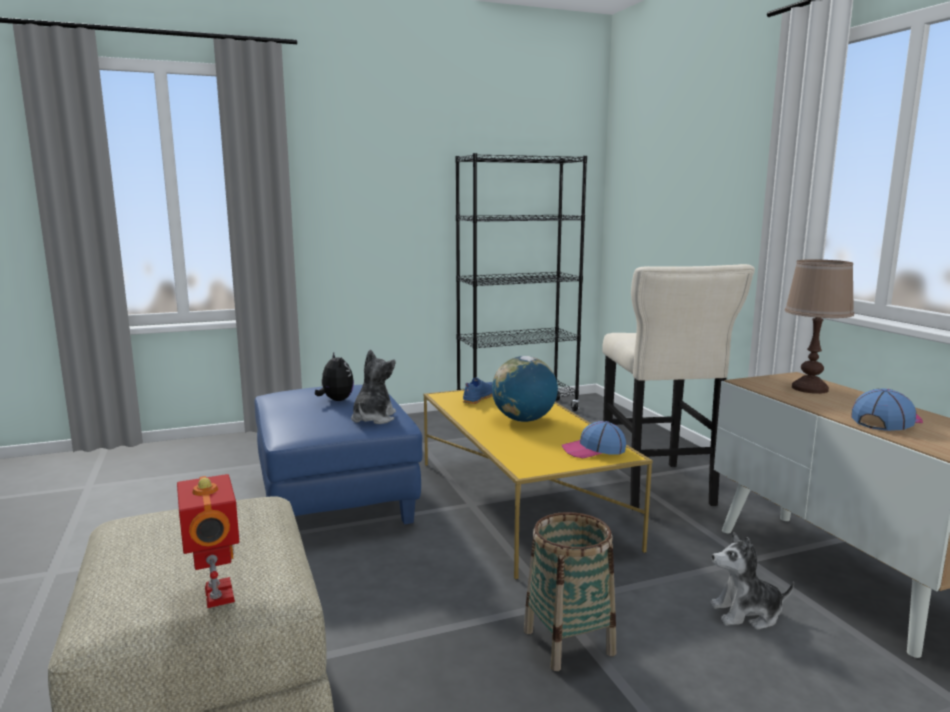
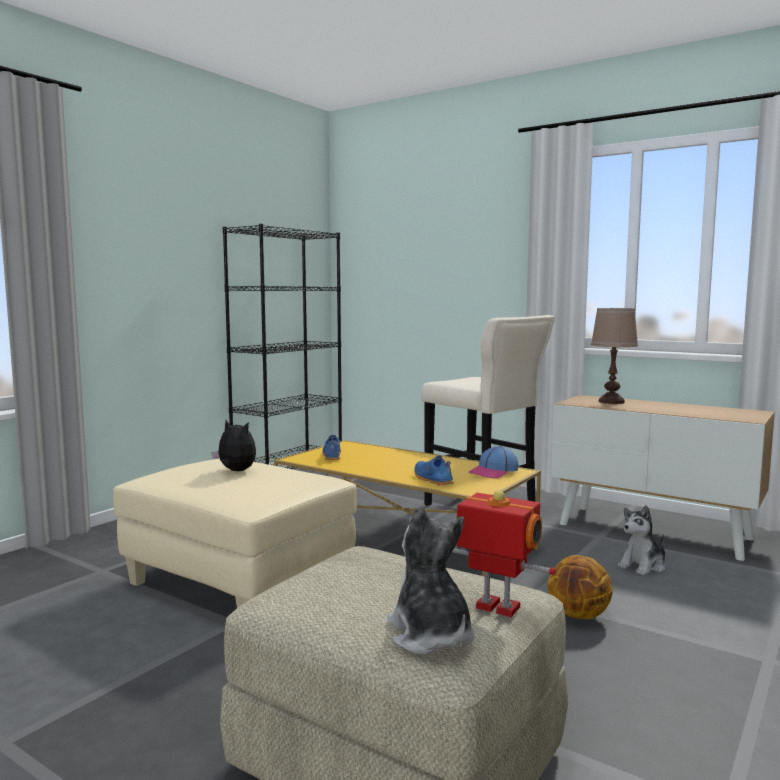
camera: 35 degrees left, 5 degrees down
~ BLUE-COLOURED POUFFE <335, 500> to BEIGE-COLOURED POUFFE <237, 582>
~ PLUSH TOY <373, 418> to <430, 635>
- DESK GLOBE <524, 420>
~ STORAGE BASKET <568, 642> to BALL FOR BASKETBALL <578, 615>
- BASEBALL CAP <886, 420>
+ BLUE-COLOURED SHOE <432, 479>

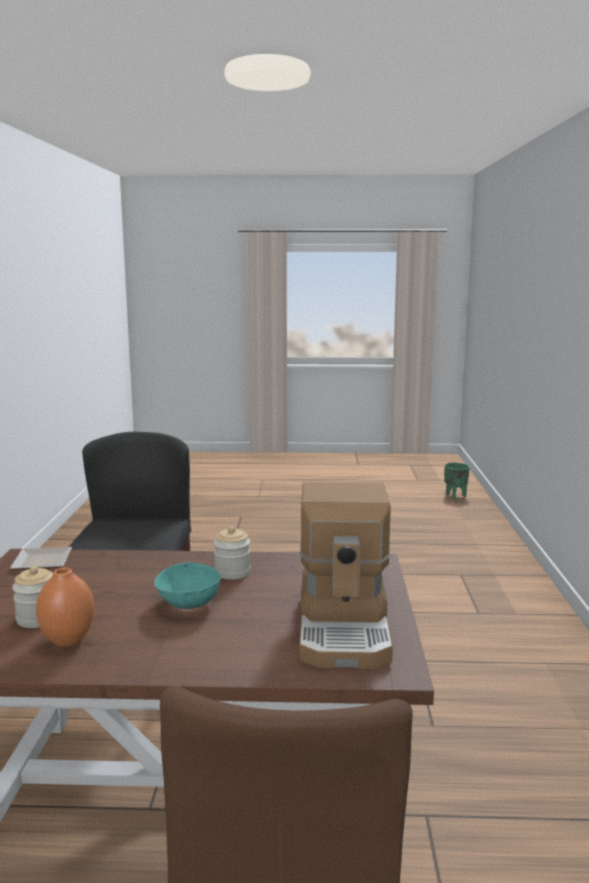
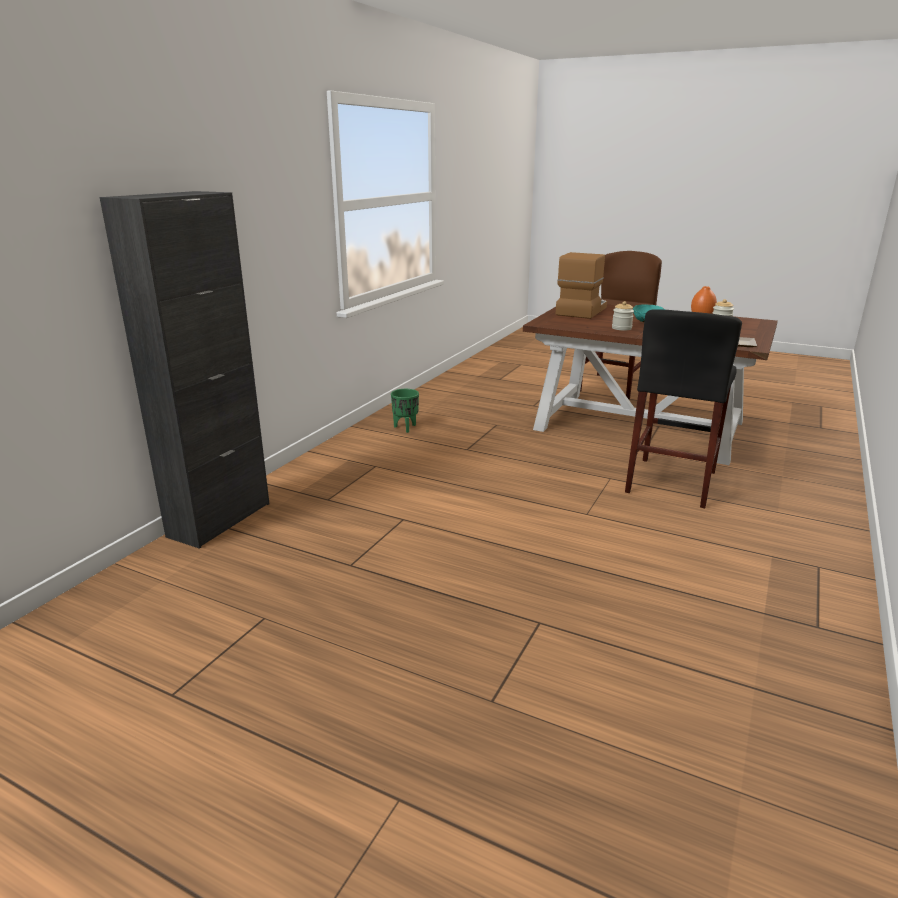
camera: 155 degrees left, 10 degrees up
~ GREEN-COLOURED FLOWER POT <455, 497> to <406, 428>
+ BLACK STORAGE CABINET <219, 520>

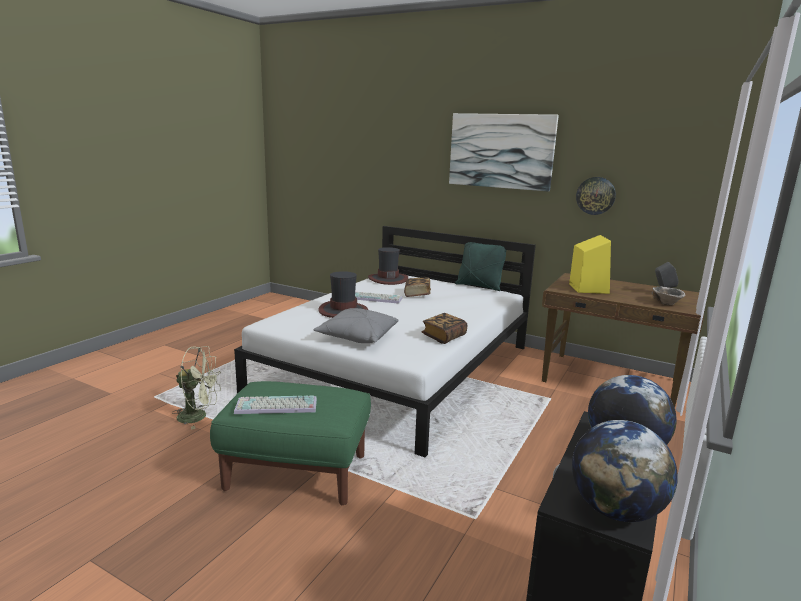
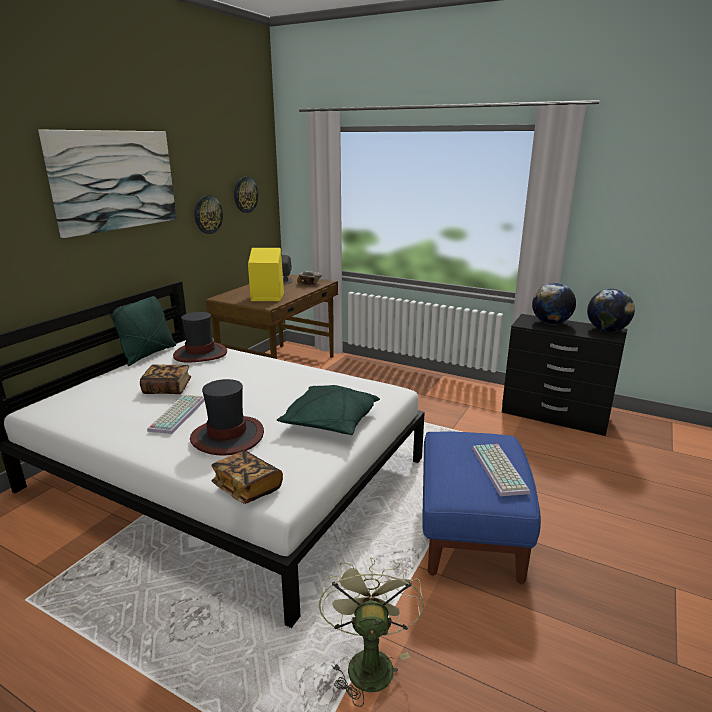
camera: 90 degrees left, 5 degrees up
~ GREEN-COLOURED POUFFE <297, 472> to BLUE-COLOURED POUFFE <470, 532>
~ GREYISH CUSHION <357, 337> to GREEN-COLOURED CUSHION <330, 423>
~ HAT <388, 279> to <200, 354>
~ VOLUME <444, 337> to <247, 488>
+ HANGING CLOCK <245, 194>

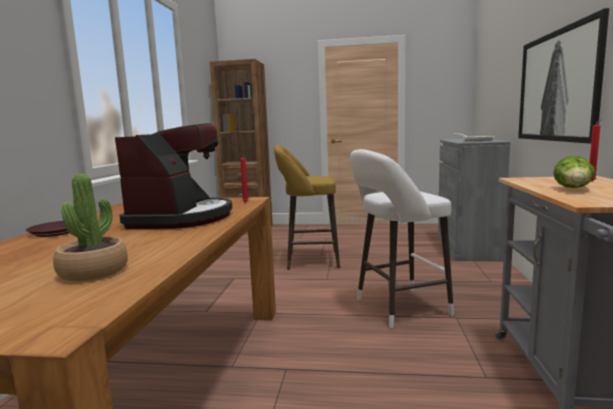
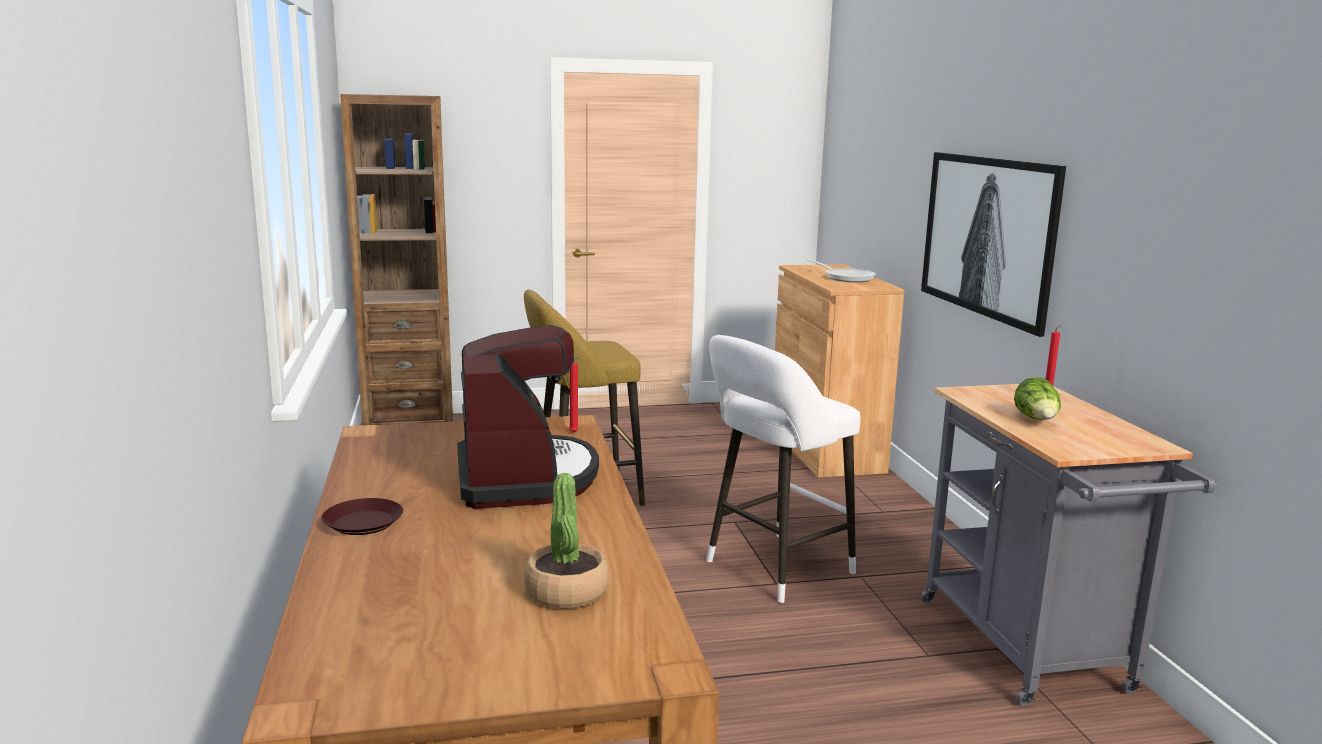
camera: 20 degrees left, 5 degrees up
~ GREYISH STORAGE CABINET <467, 247> to BROWNISH STORAGE CABINET <825, 449>

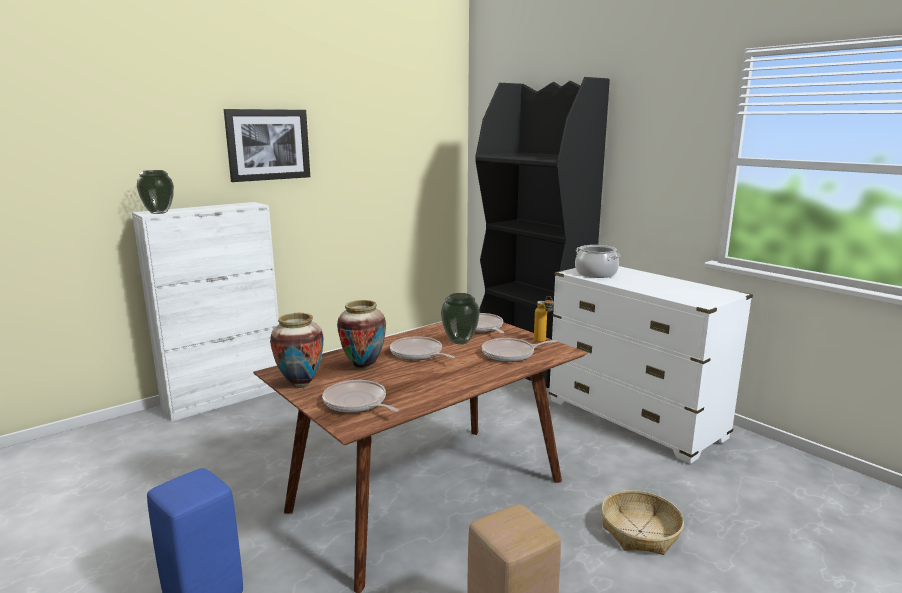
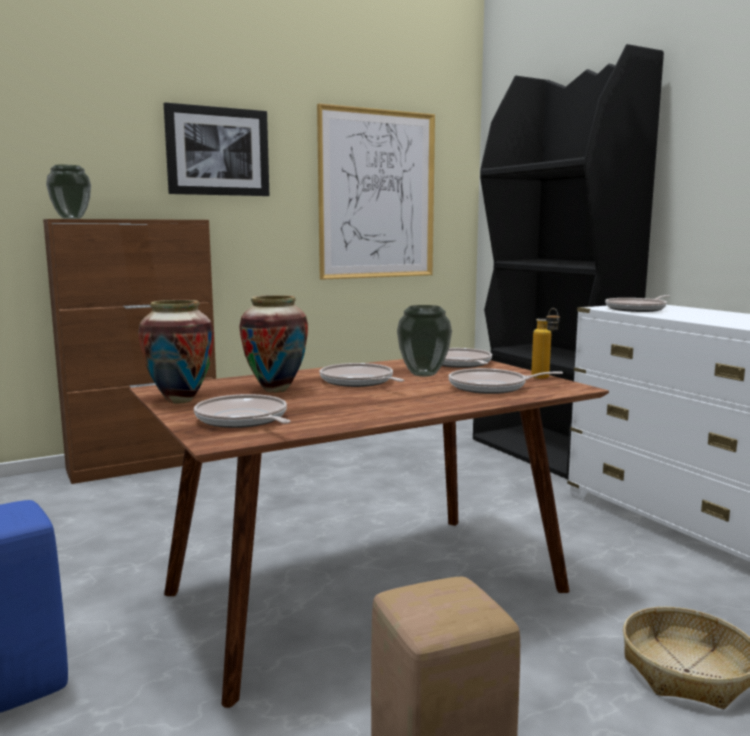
camera: 10 degrees right, 5 degrees down
~ WHITISH STORAGE CABINET <225, 398> to BROWNISH STORAGE CABINET <145, 464>
~ SAUCEPOT <596, 274> to FRYING PAN <637, 309>
+ WALL ART <377, 195>

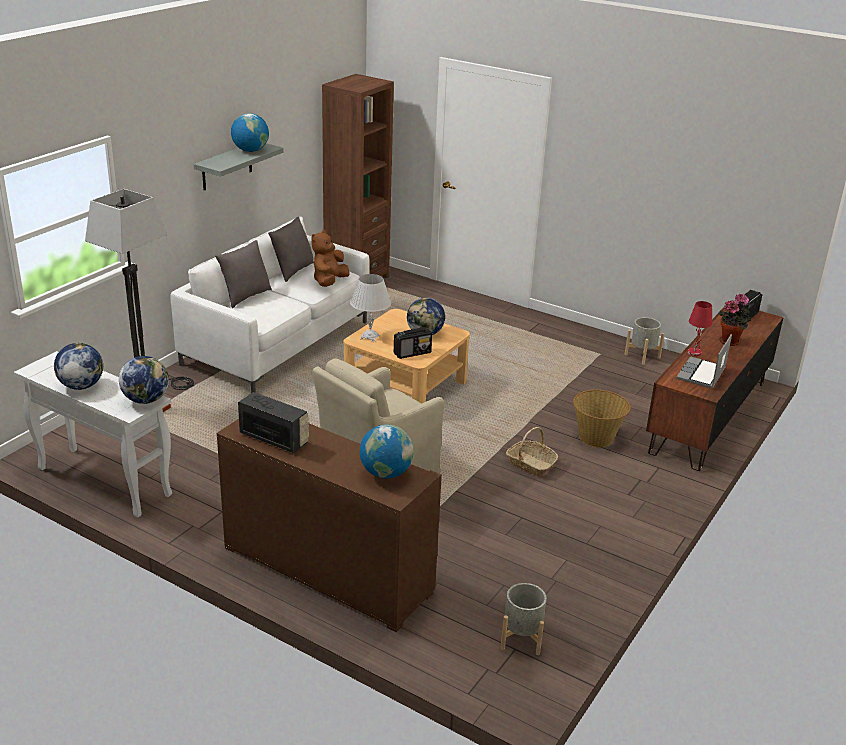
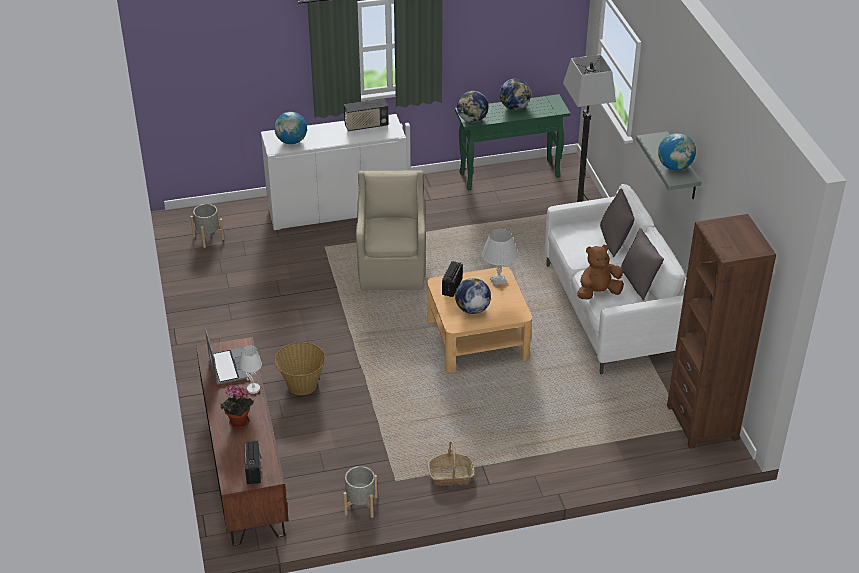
camera: 135 degrees right, 10 degrees up
~ WHITISH HALL TABLE <103, 481> to GREEN-COLOURED HALL TABLE <510, 175>
~ BROWNISH STORAGE CABINET <327, 569> to WHITISH STORAGE CABINET <337, 209>
~ BROWNISH PLUSH TOY <329, 282> = <598, 293> 90 degrees counterclockwise
~ STORAGE BASKET <530, 464> to <451, 475>
~ RED-COLOURED LAMP FOR A TABLE <695, 353> to WHITISH LAMP FOR A TABLE <253, 389>

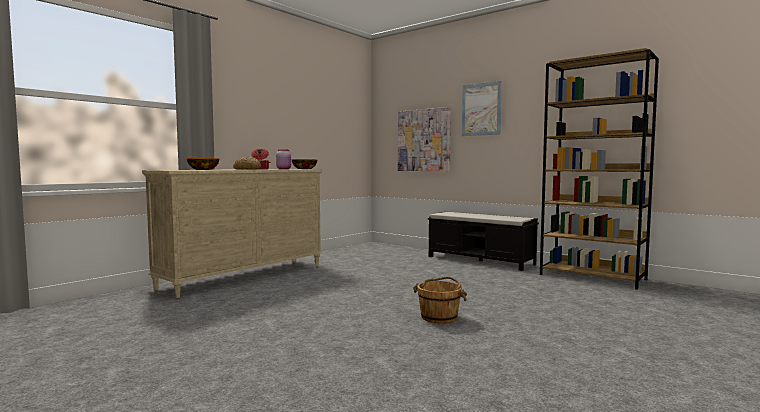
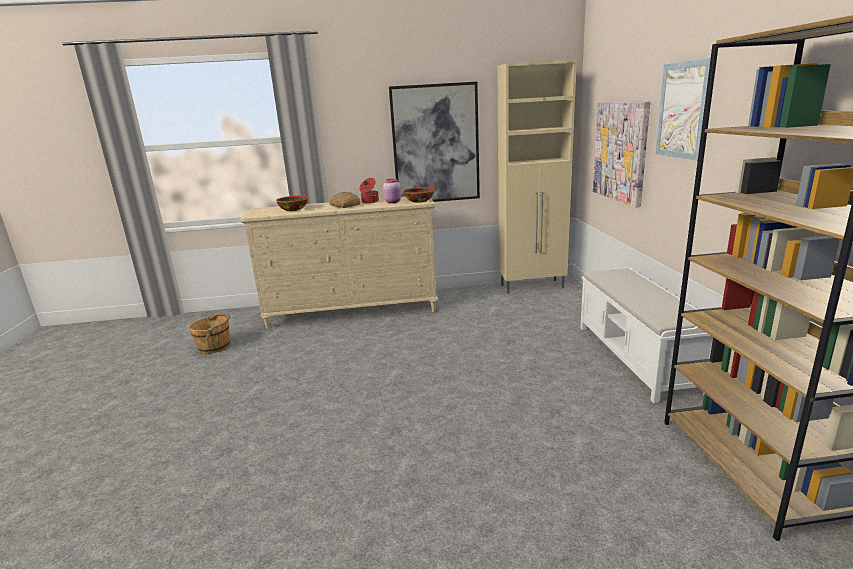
camera: 45 degrees right, 15 degrees up
~ BROWNISH PAIL <439, 317> to <215, 346>
~ BLACK LONG SEAT <481, 260> to WHITISH LONG SEAT <637, 358>
+ WALL ART <435, 144>
+ BEIGE-COLOURED STORAGE CABINET <533, 286>

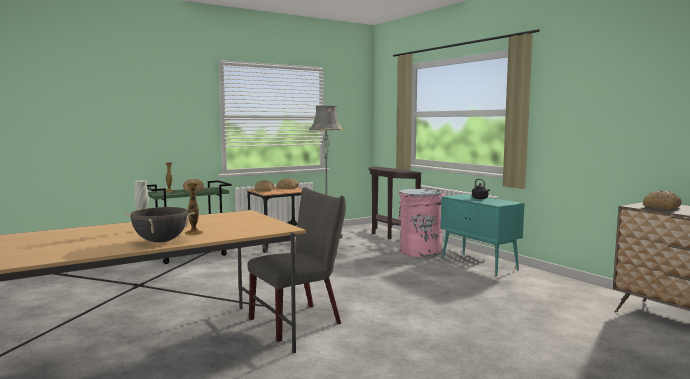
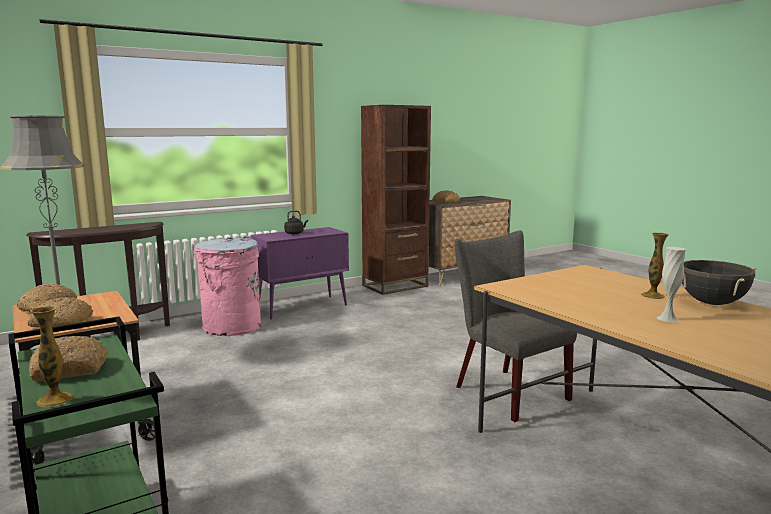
camera: 90 degrees left, 5 degrees up
~ TURQUOISE STORAGE CABINET <479, 264> to PURPLISH STORAGE CABINET <303, 307>
+ BROWNISH BOOKSHELF <395, 286>

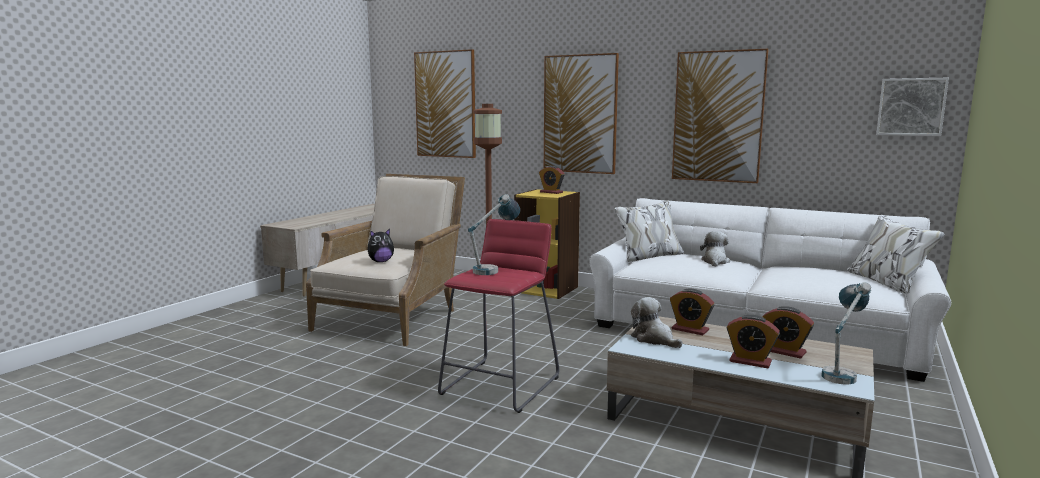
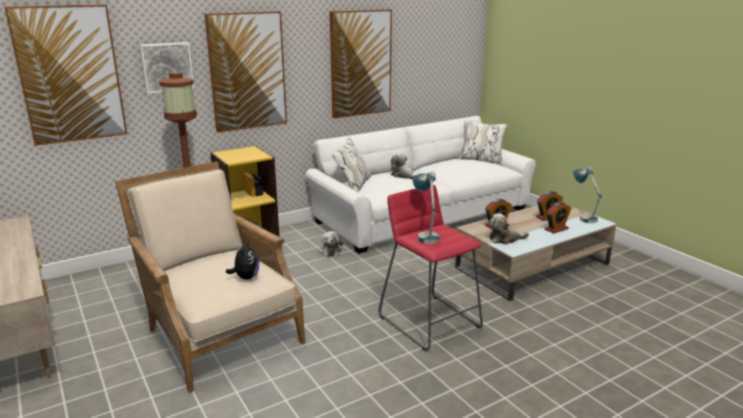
camera: 60 degrees left, 10 degrees up
- BEDSIDE CLOCK <551, 192>
~ WALL ART <911, 107> to <167, 67>
+ PLUSH TOY <329, 251>

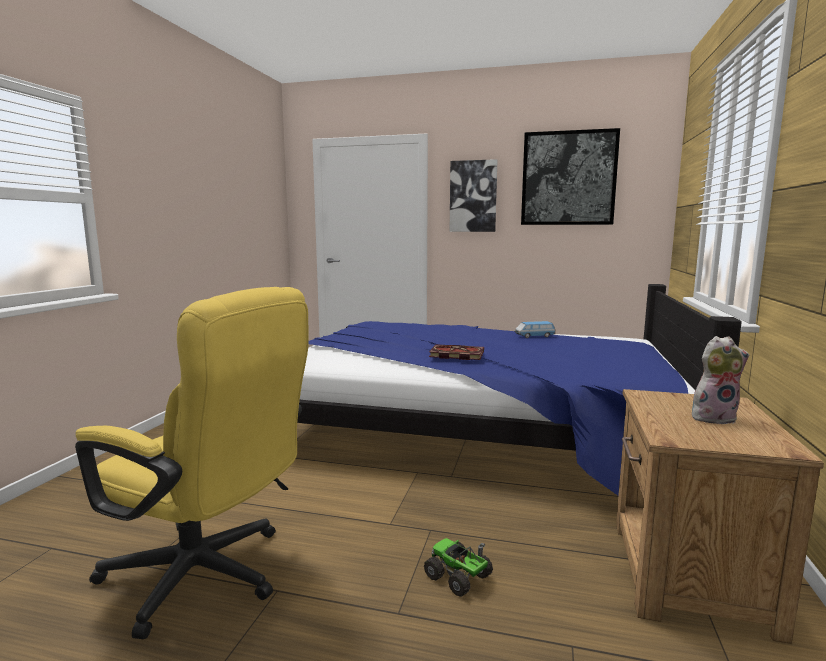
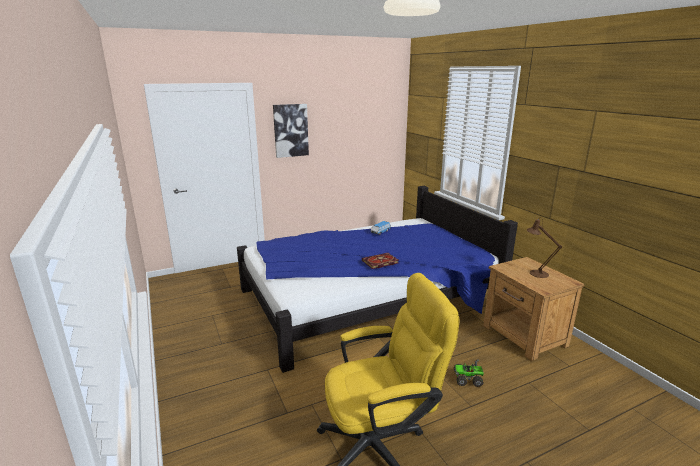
camera: 40 degrees left, 10 degrees up
- WALL ART <568, 178>
~ PLUSH TOY <713, 417> to BROWNISH LAMP FOR A TABLE <536, 273>

